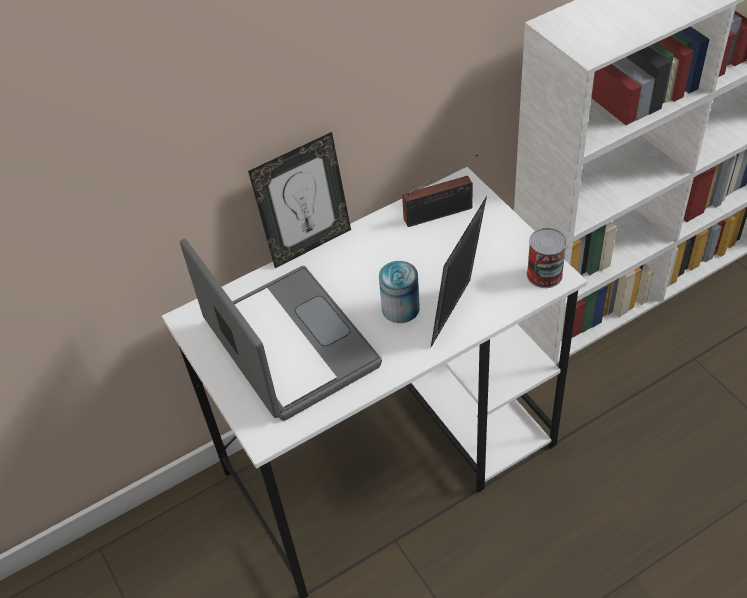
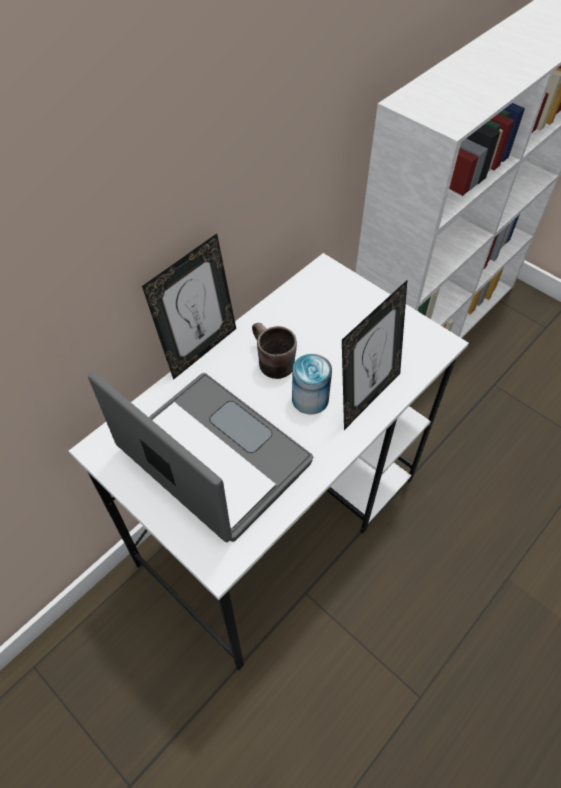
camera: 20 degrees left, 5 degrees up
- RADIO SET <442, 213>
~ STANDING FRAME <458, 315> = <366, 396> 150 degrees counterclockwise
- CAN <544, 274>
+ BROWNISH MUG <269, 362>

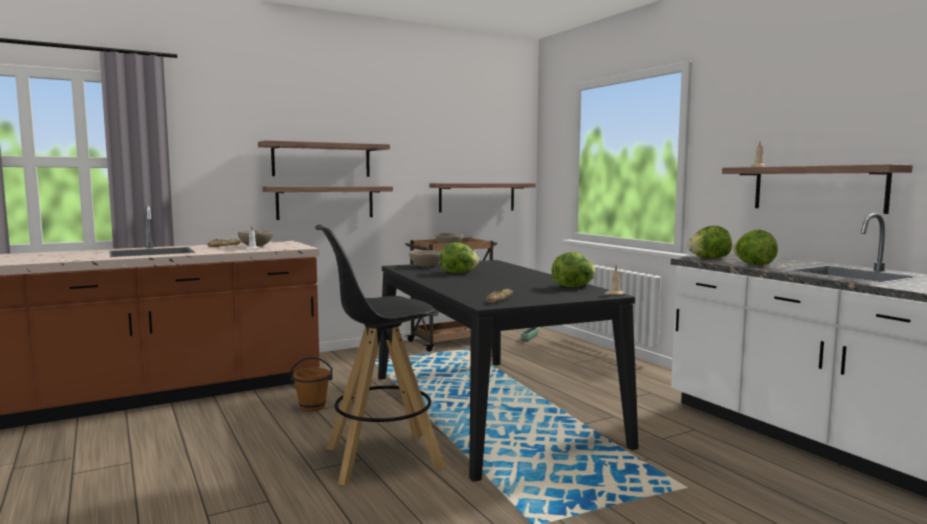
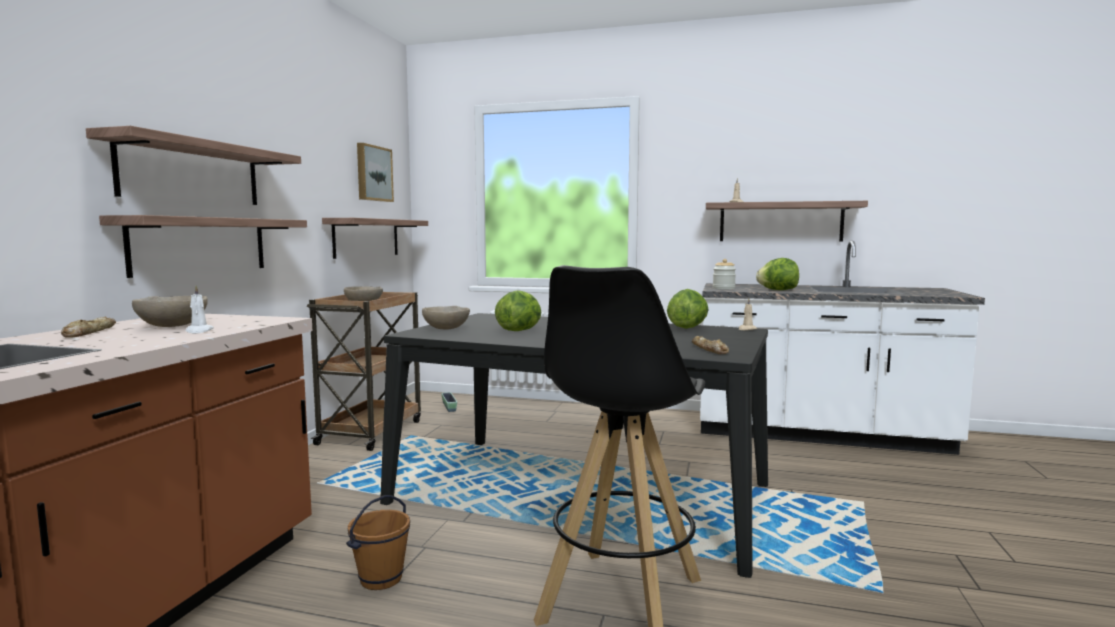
camera: 45 degrees left, 0 degrees up
~ LETTUCE HEAD <709, 258> to STORAGE JAR <723, 288>
+ WALL ART <373, 173>

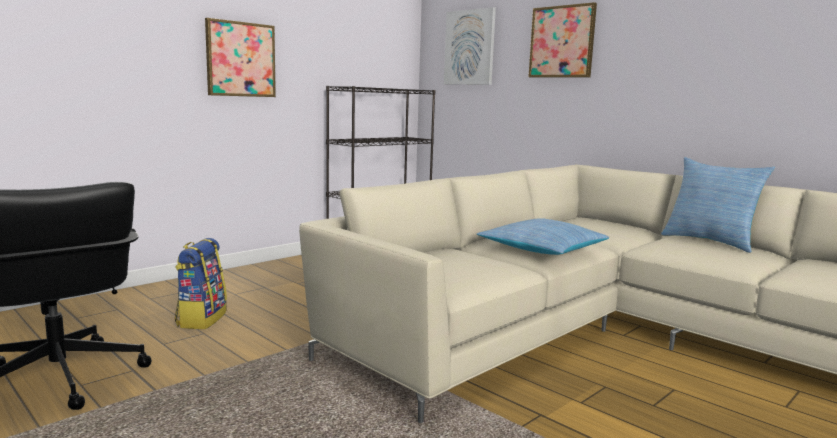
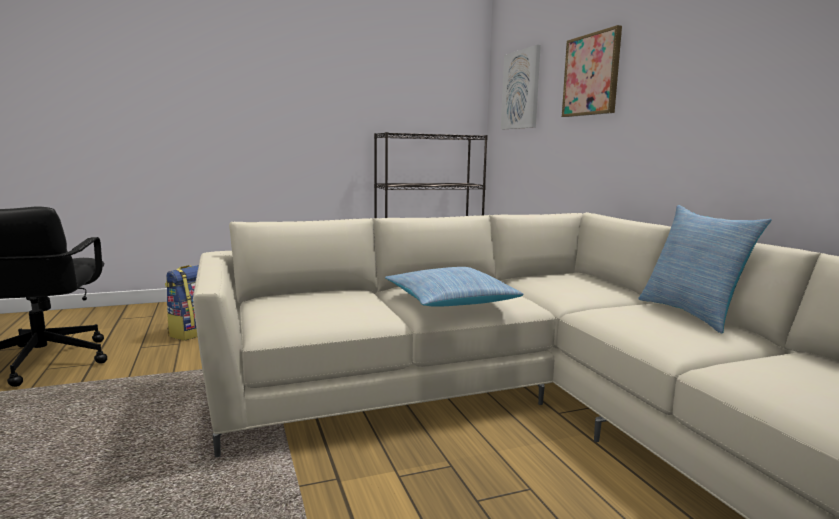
camera: 25 degrees right, 0 degrees up
- WALL ART <240, 59>

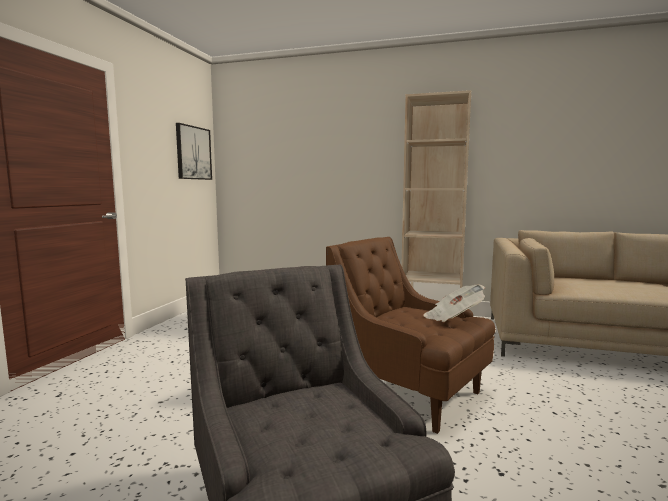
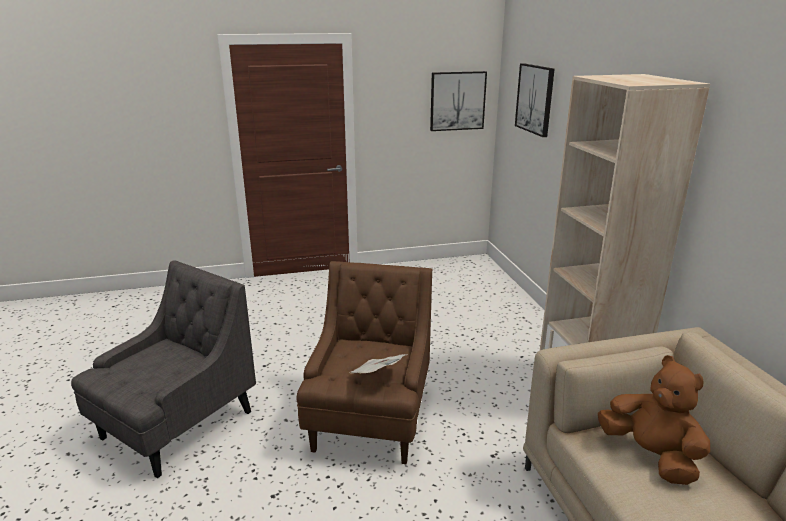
camera: 60 degrees right, 15 degrees up
+ WALL ART <535, 99>
+ BROWNISH PLUSH TOY <650, 455>

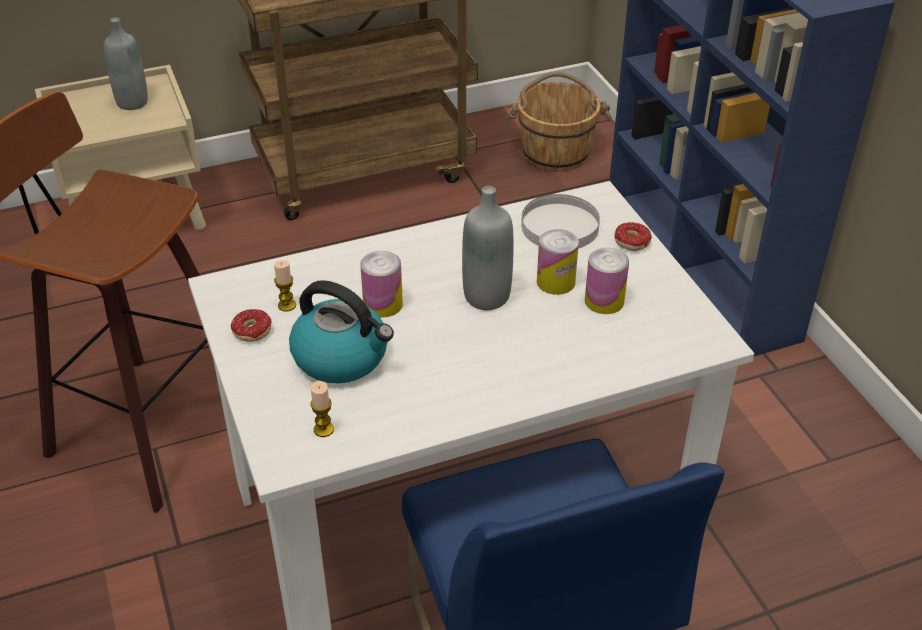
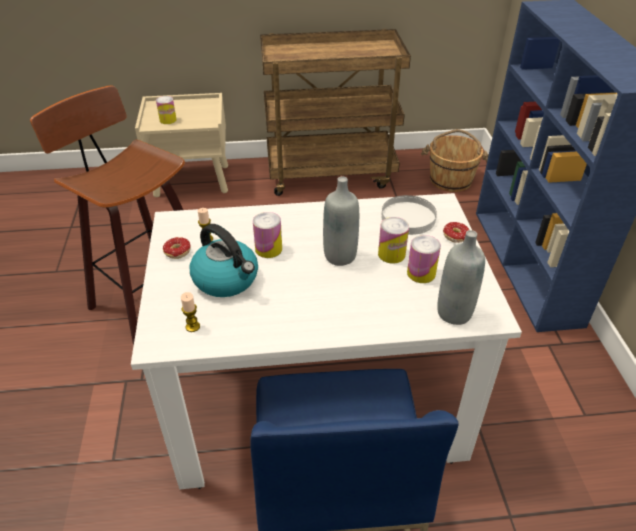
camera: 15 degrees right, 0 degrees up
~ GREYISH BOTTLE <132, 102> to <454, 313>
+ CAN <168, 120>

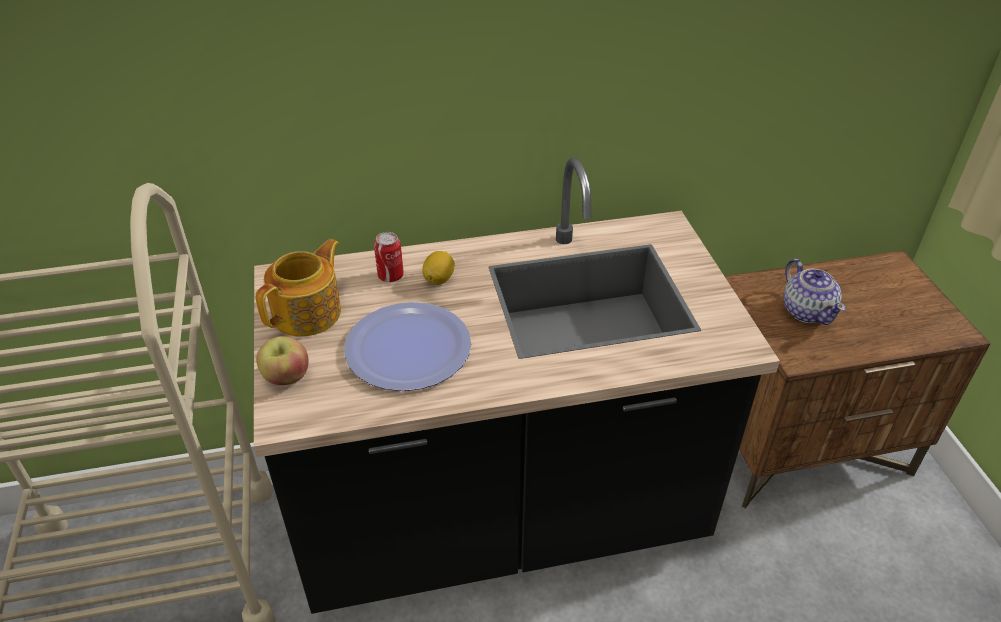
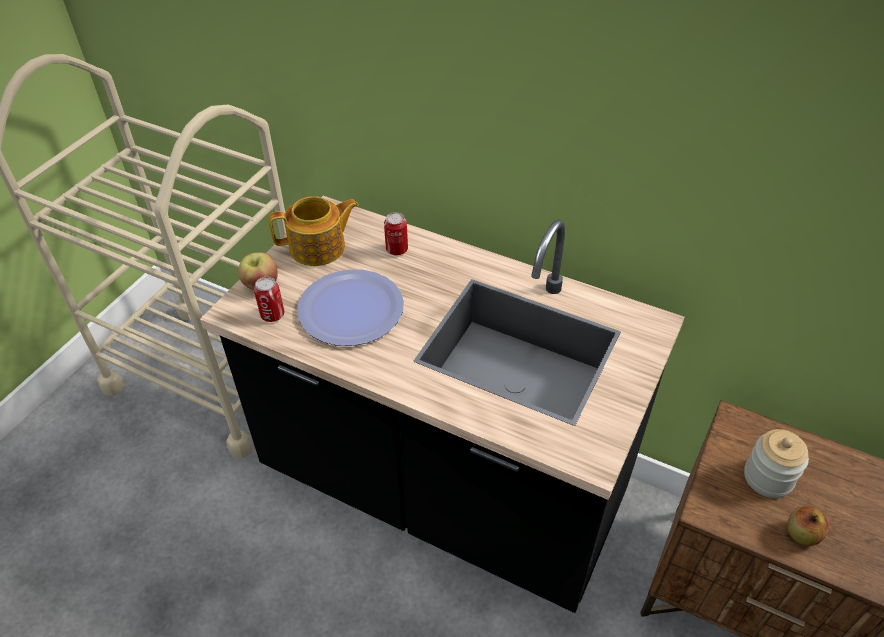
camera: 40 degrees right, 5 degrees up
- WHOLE LEMON <439, 279>
~ POT FOR TEA <807, 311> to STORAGE JAR <768, 477>
+ CAN <272, 315>
+ APPLE <801, 534>

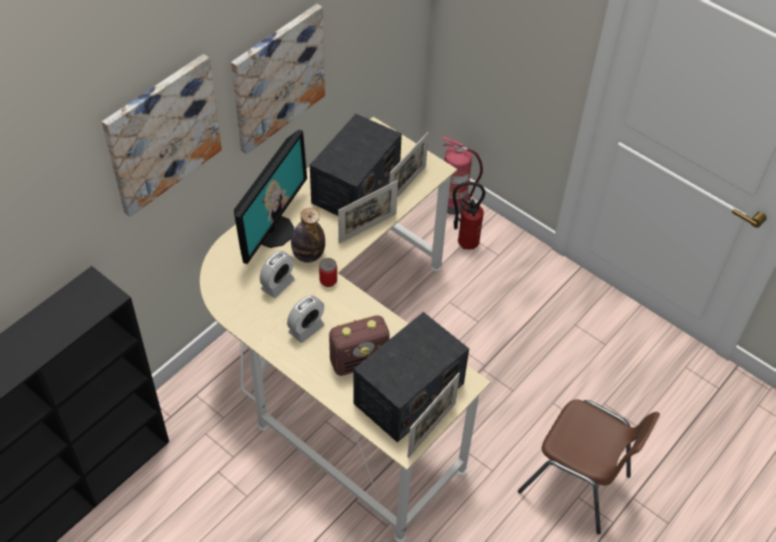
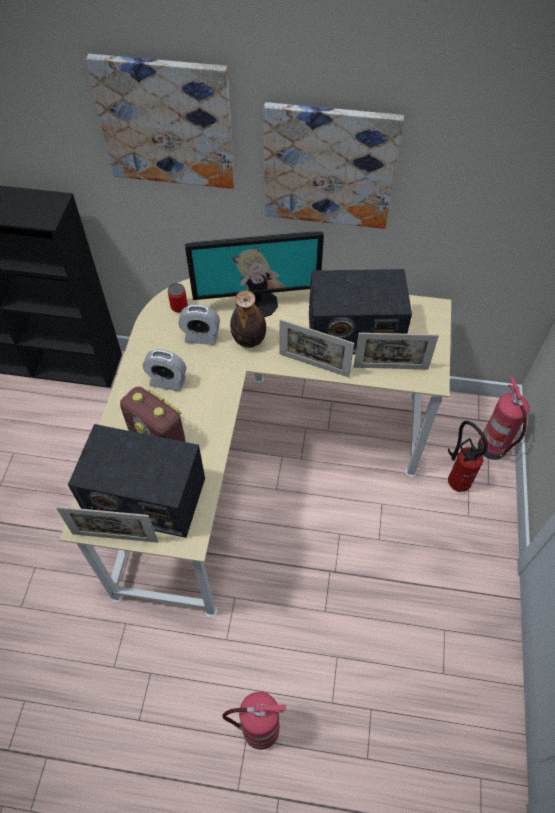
camera: 60 degrees right, 5 degrees up
~ CAN <328, 280> to <179, 307>
~ BROWNISH CHAIR <577, 485> to EXTINGUISHER <259, 730>

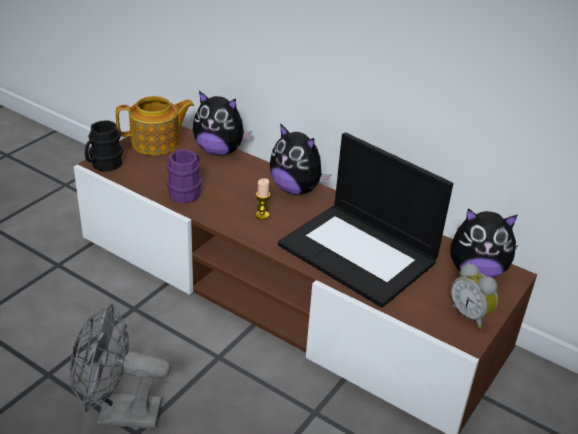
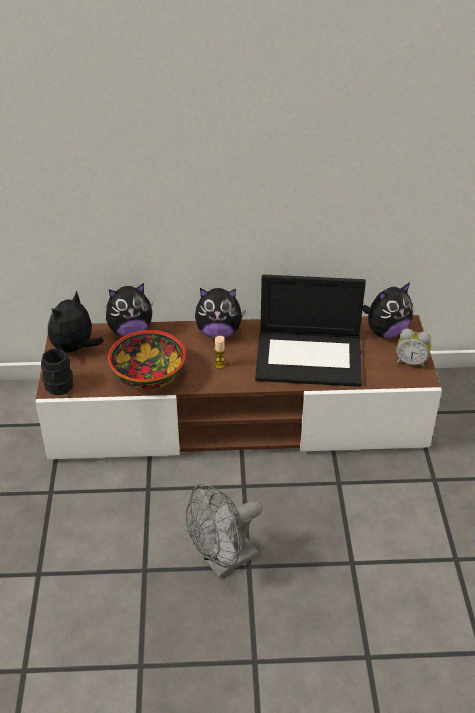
camera: 35 degrees left, 5 degrees up
~ POT FOR TEA <157, 143> to PLUSH TOY <75, 348>
~ PURPLISH MUG <187, 191> to BOWL <147, 375>

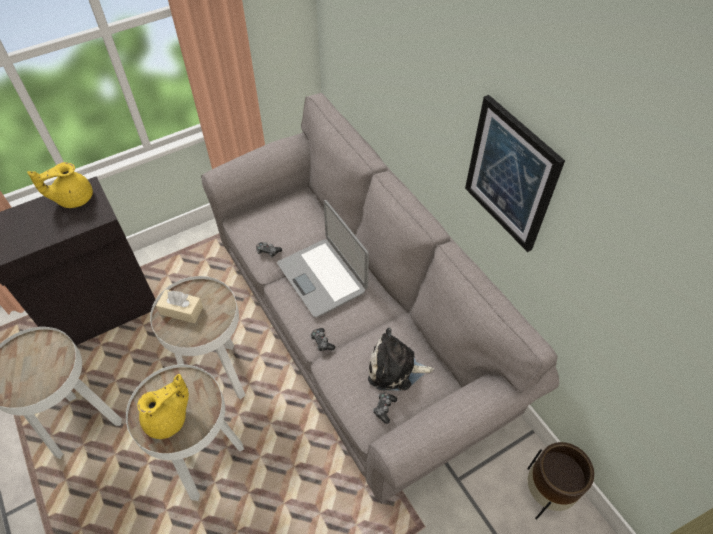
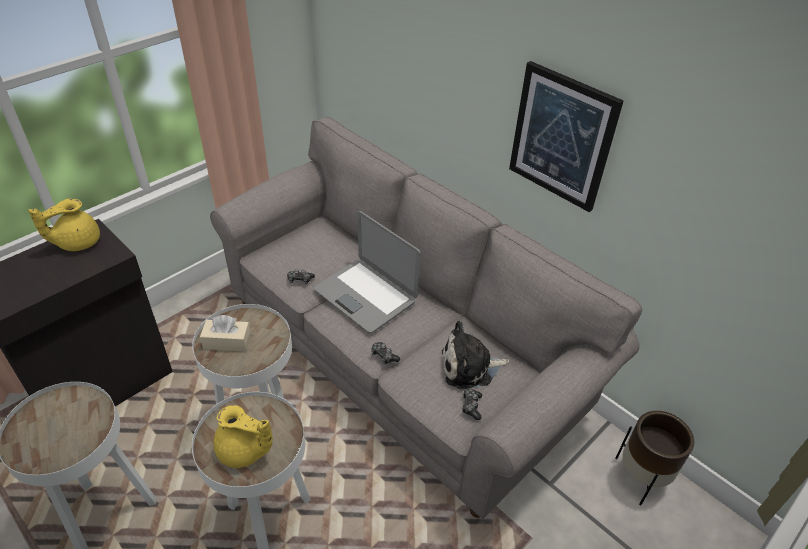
camera: 15 degrees left, 10 degrees down
~ YELLOW-COLOURED POT FOR TEA <168, 419> = <244, 451> 75 degrees clockwise

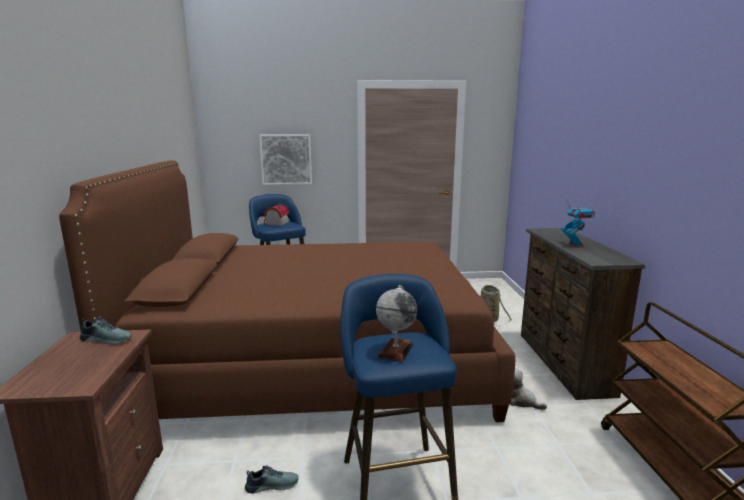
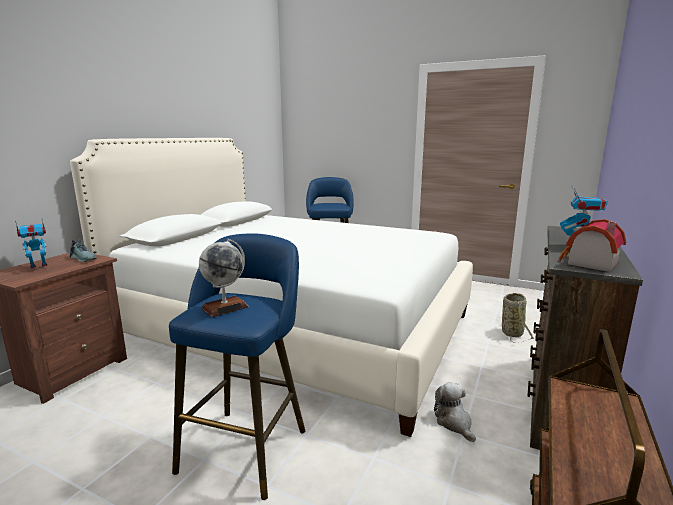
camera: 30 degrees right, 0 degrees up
~ BROWNISH BED <316, 361> to WHITISH BED <296, 328>
- SHOE <272, 484>
- WALL ART <286, 159>
~ MINIATURE HOUSE <275, 223> to <588, 263>
+ ROBOT FIGURE <39, 267>

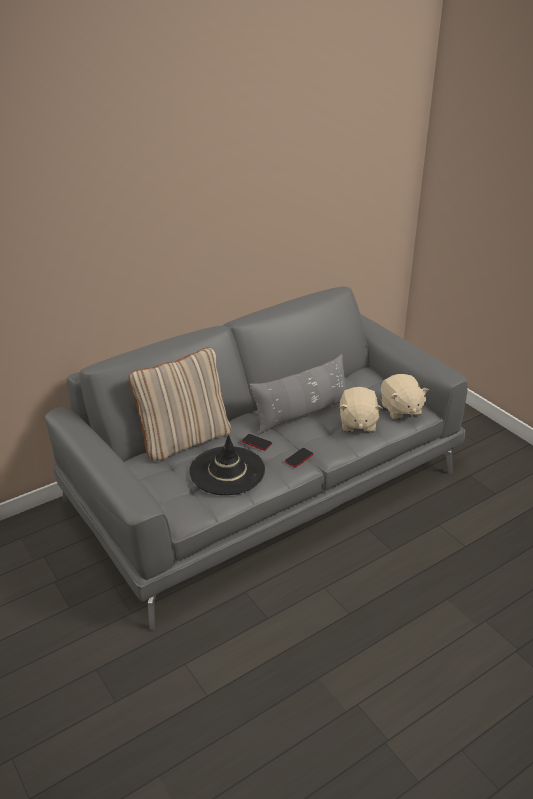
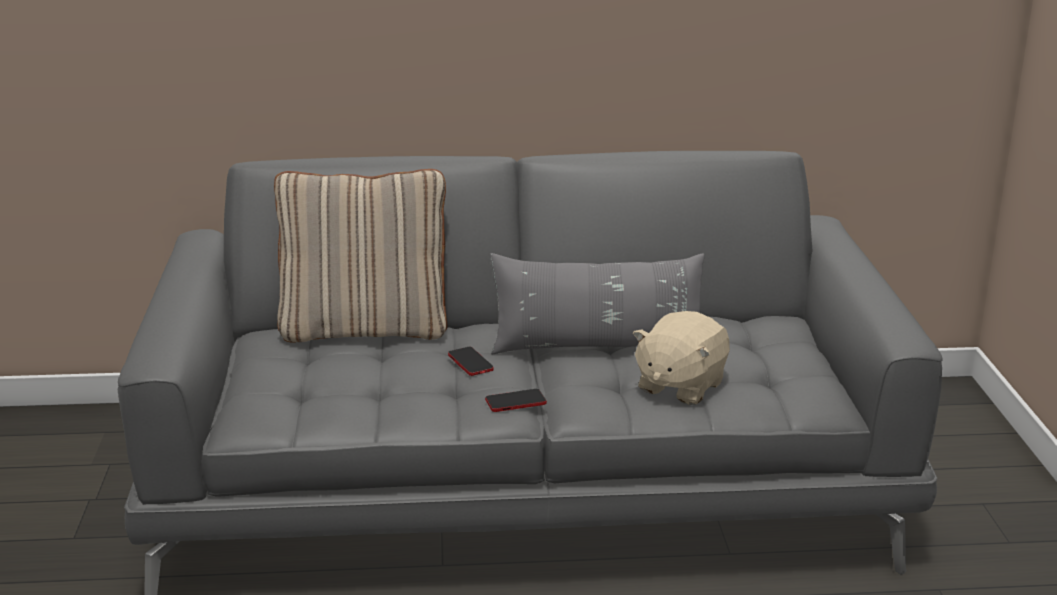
camera: 30 degrees right, 10 degrees down
- BLACK HAT <227, 471>
- BEIGE-COLOURED PLUSH TOY <400, 410>

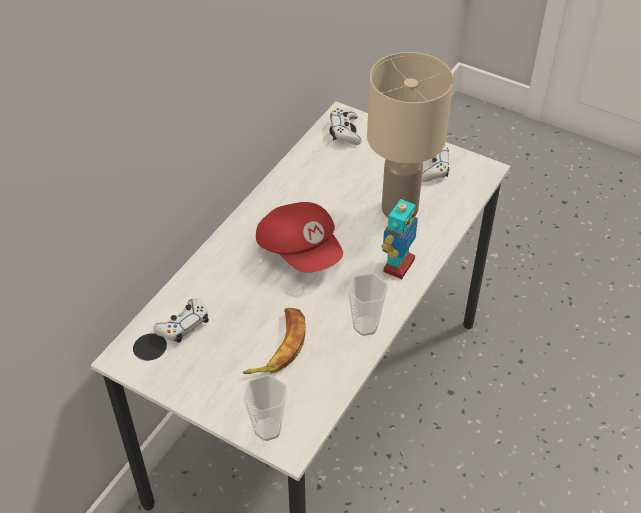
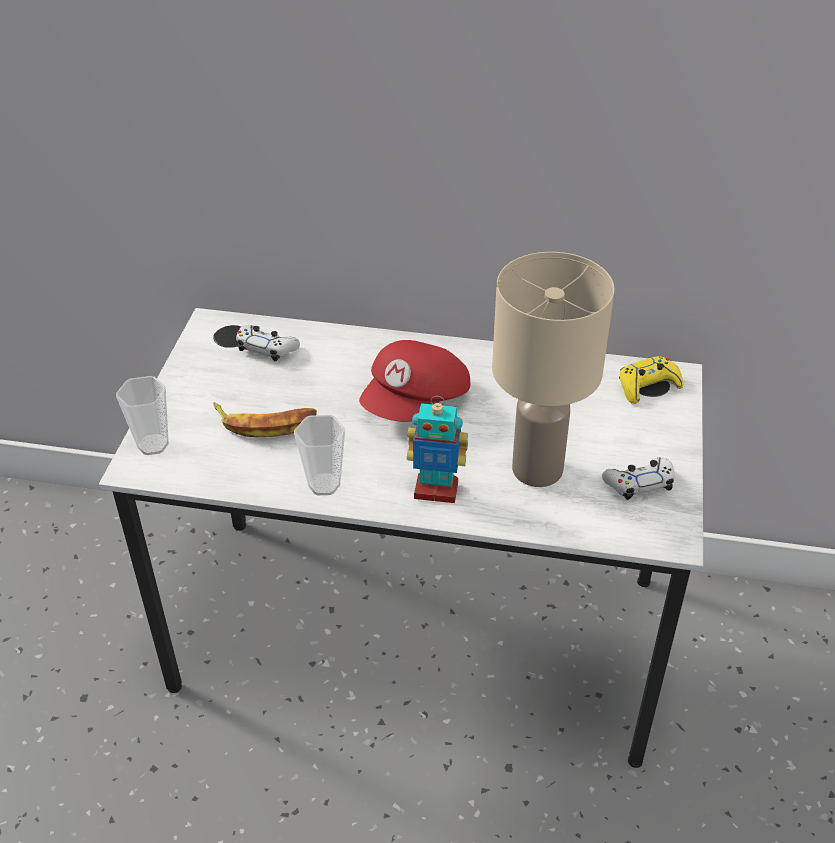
camera: 70 degrees right, 5 degrees down
~ WHITISH GAME CONTROLLER <345, 131> to YELLOW-COLOURED GAME CONTROLLER <647, 386>

